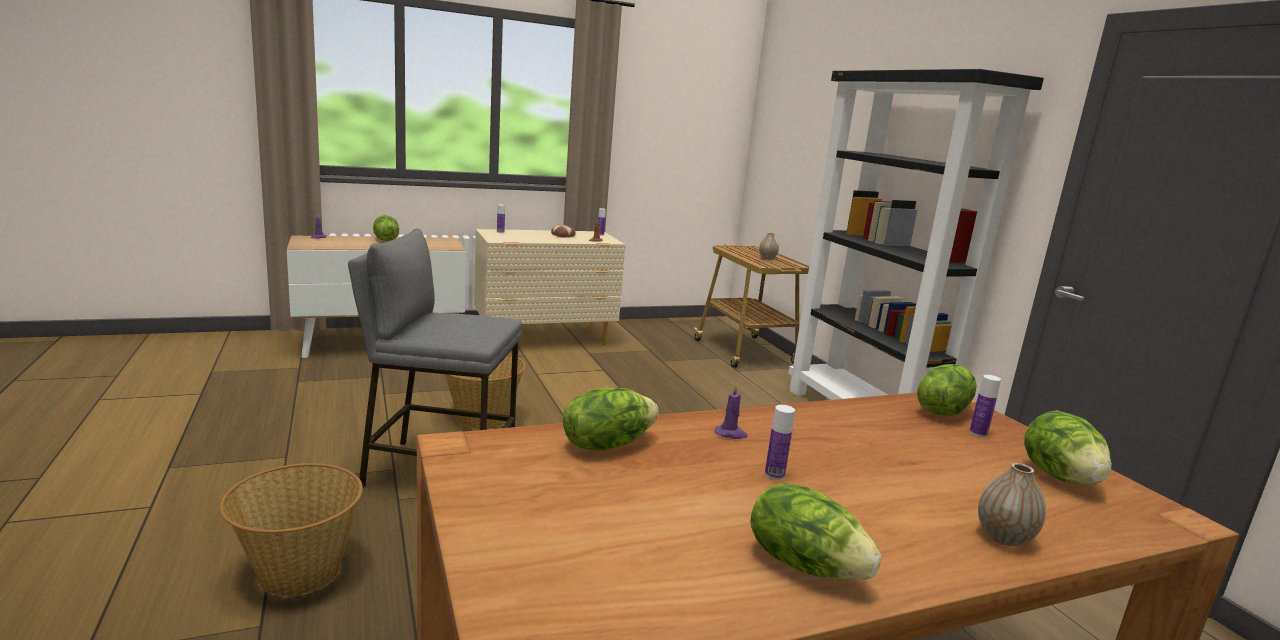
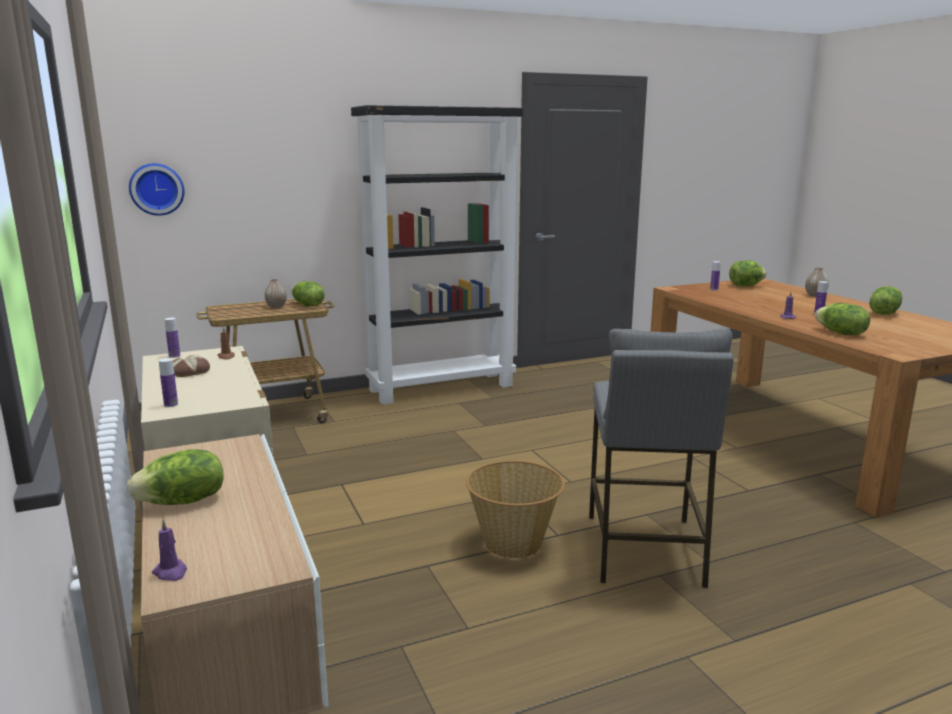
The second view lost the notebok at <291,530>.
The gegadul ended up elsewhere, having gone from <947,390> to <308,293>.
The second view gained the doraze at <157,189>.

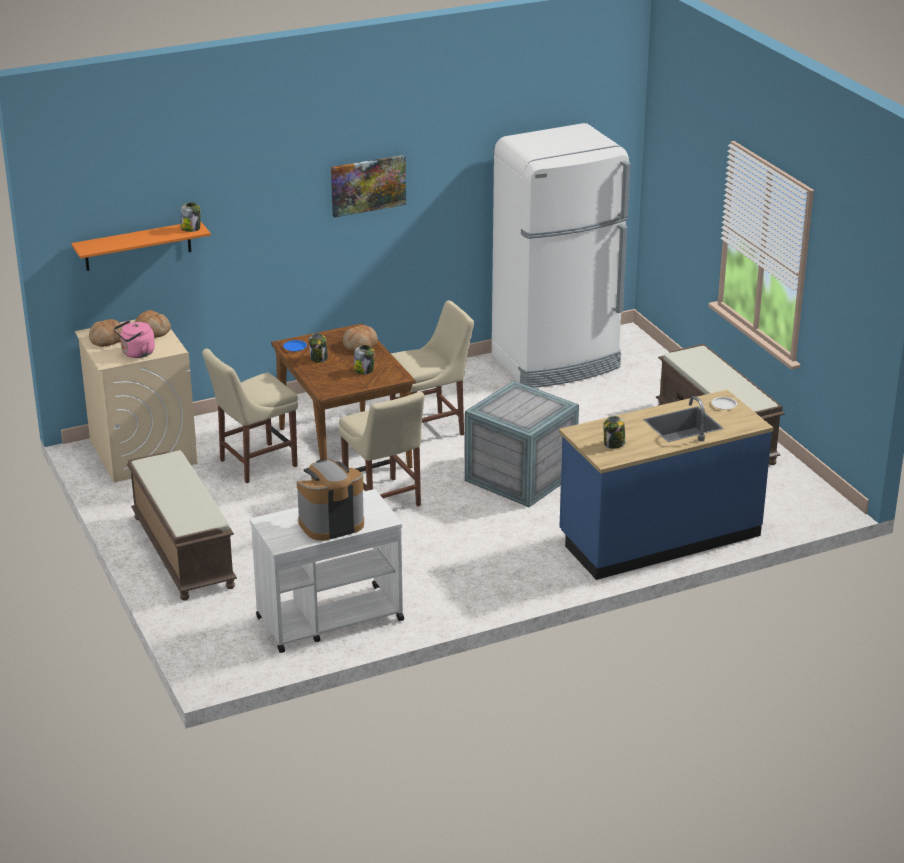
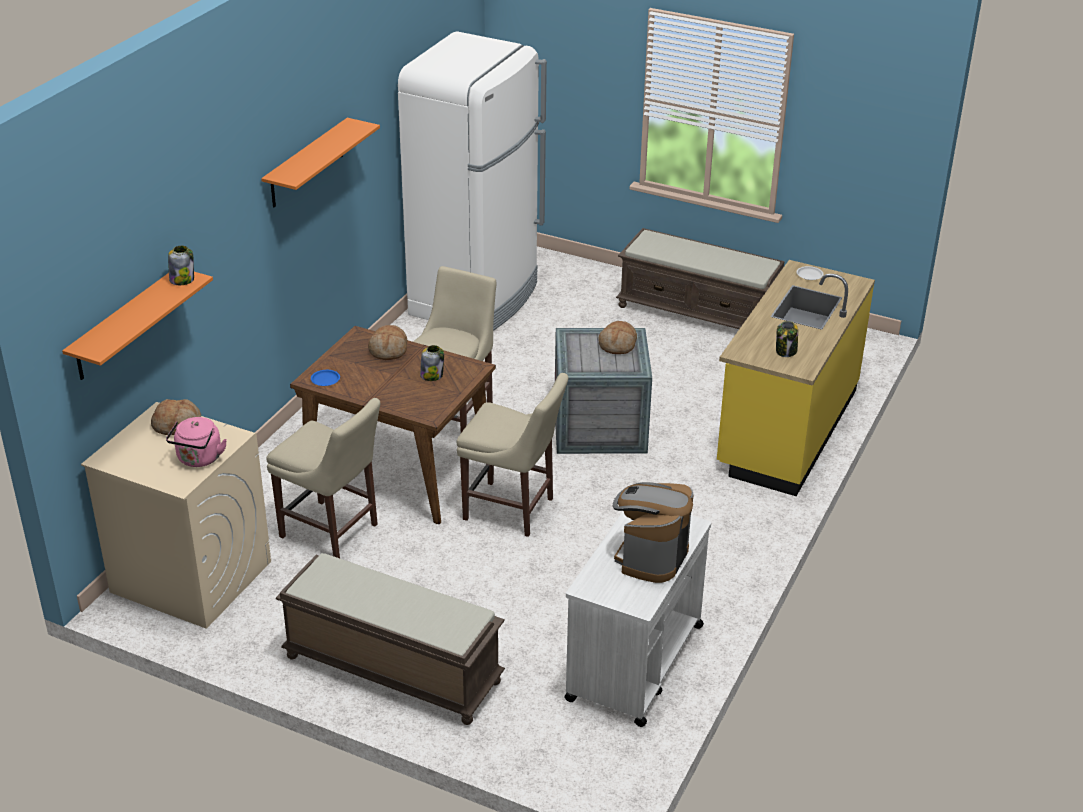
The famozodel ended up elsewhere, having gone from <106,333> to <617,337>.
The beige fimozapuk at <250,416> ended up facing another way, 75 degrees counterclockwise from before.
The second view lost the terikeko at <318,348>.
Where the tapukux hung at <368,186>, the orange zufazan came to hang at <320,162>.
What was the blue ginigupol at <666,485> turned into the yellow ginigupol at <796,378>.

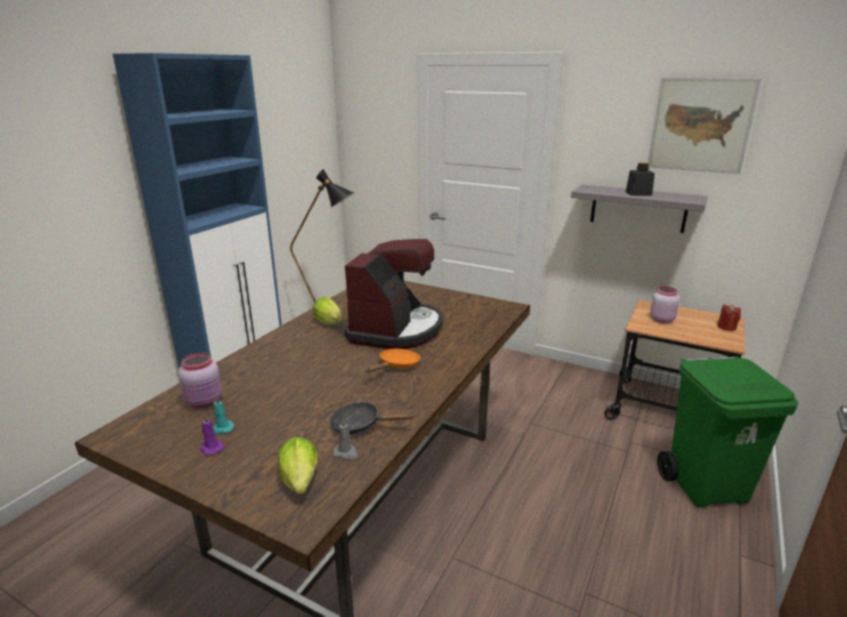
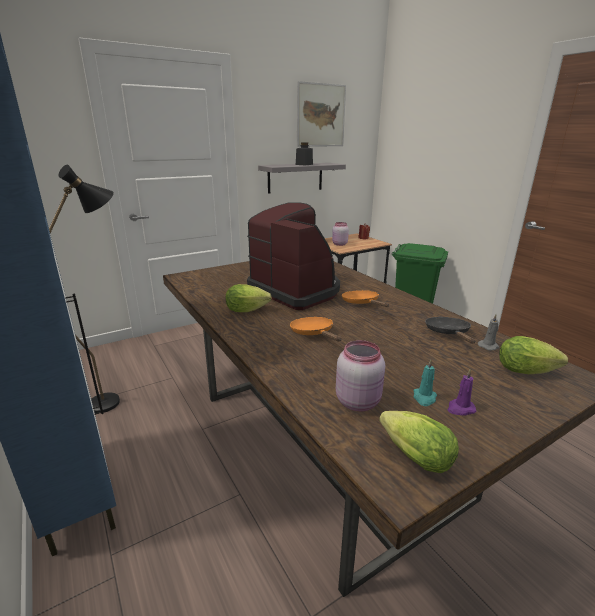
The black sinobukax at <372,418> ended up facing another way, 135 degrees clockwise from before.
The second view gained the orange sinobukax at <315,329>.
The second view gained the gegadul at <419,442>.

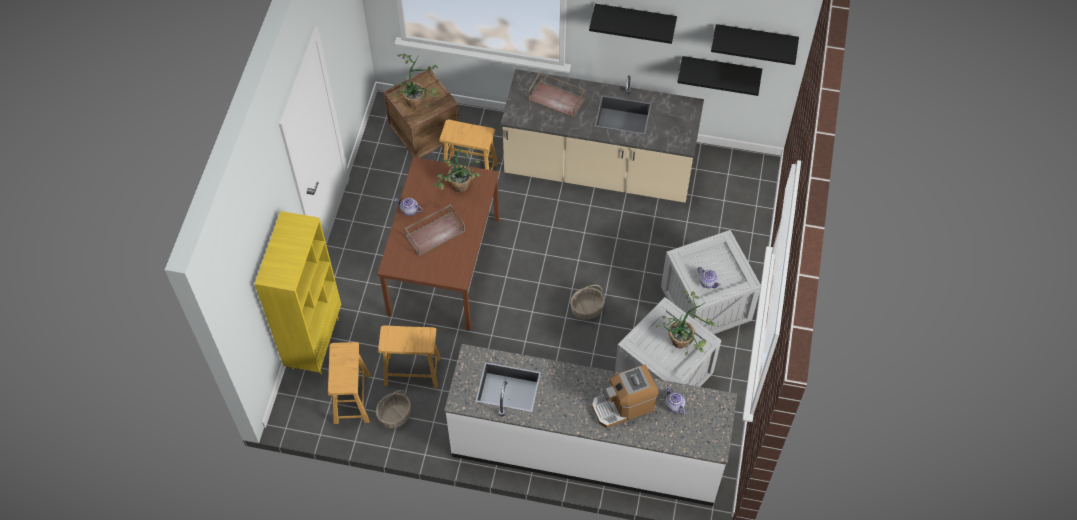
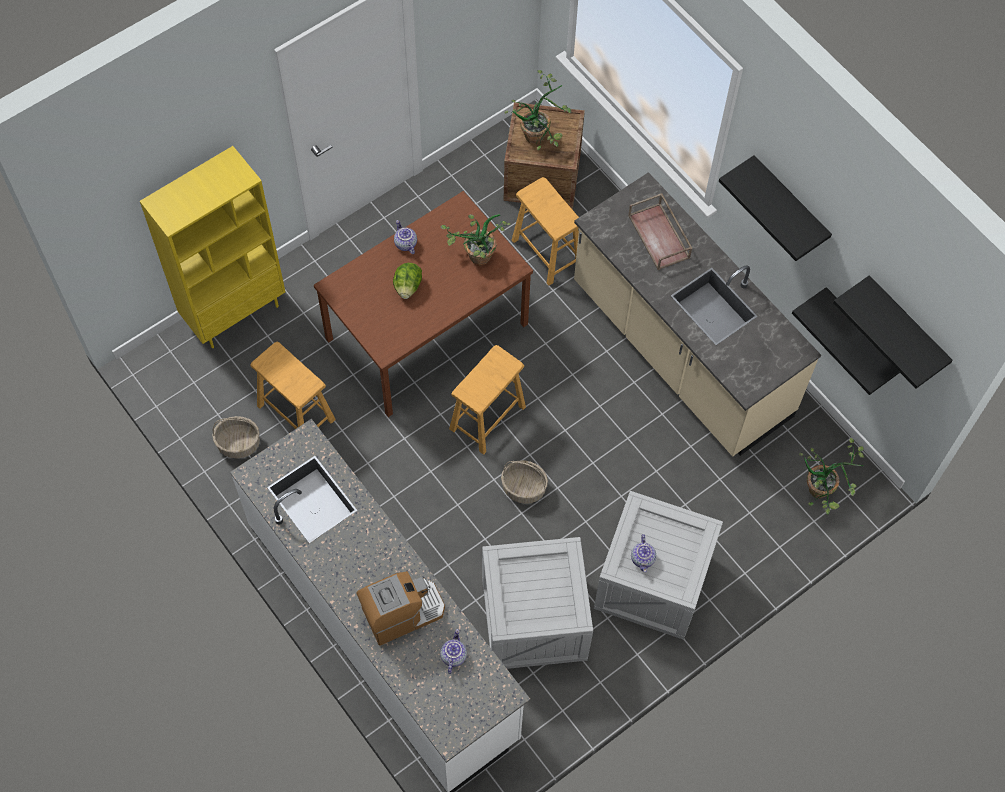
The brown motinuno ended up elsewhere, having gone from <349,383> to <487,399>.
Where the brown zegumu stood at <434,230>, the gegadul came to stand at <407,281>.
The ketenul at <625,396> ended up facing another way, 135 degrees clockwise from before.
The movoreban ended up elsewhere, having gone from <685,323> to <831,476>.

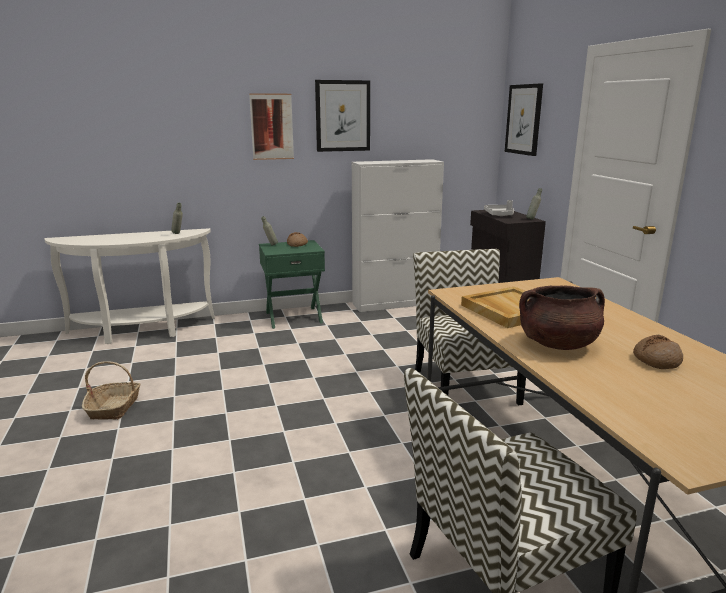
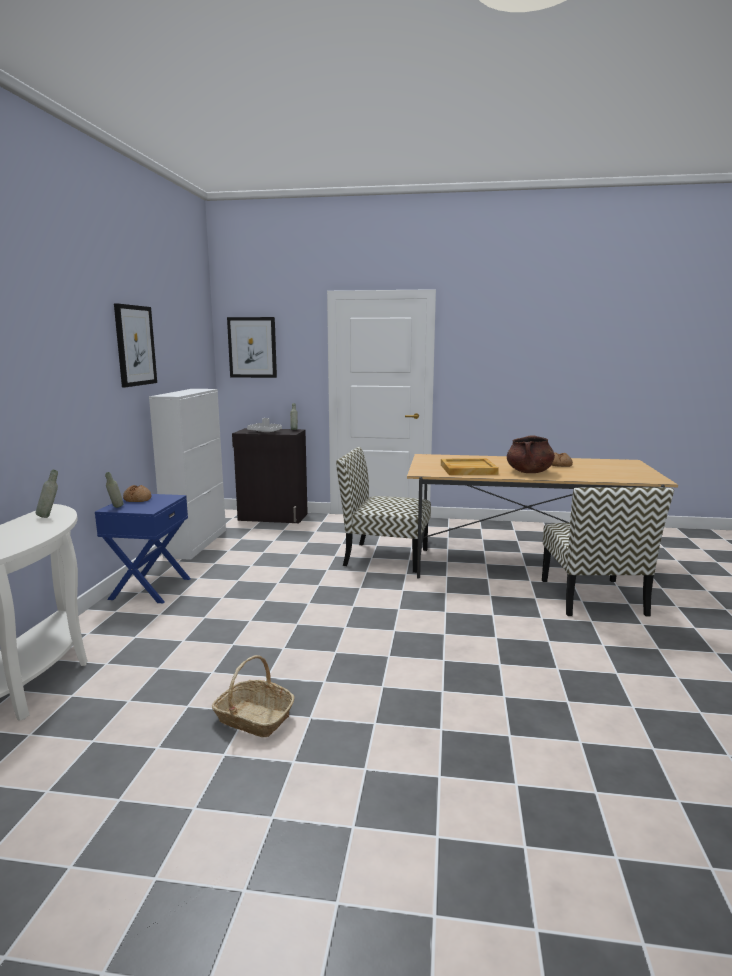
The second view lost the tapukux at <271,126>.
What was the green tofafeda at <292,284> turned into the blue tofafeda at <143,548>.

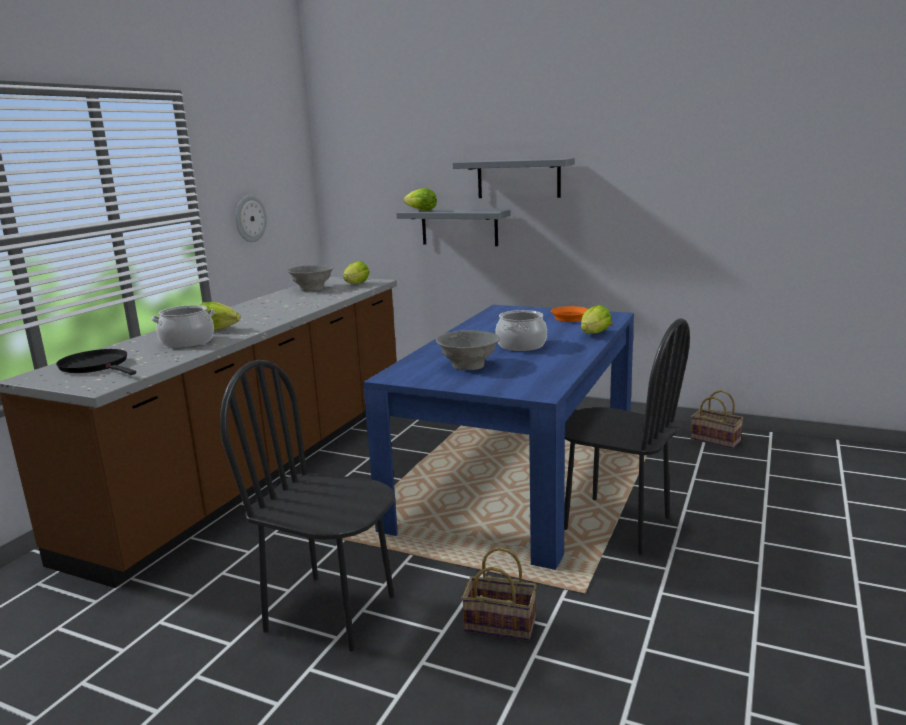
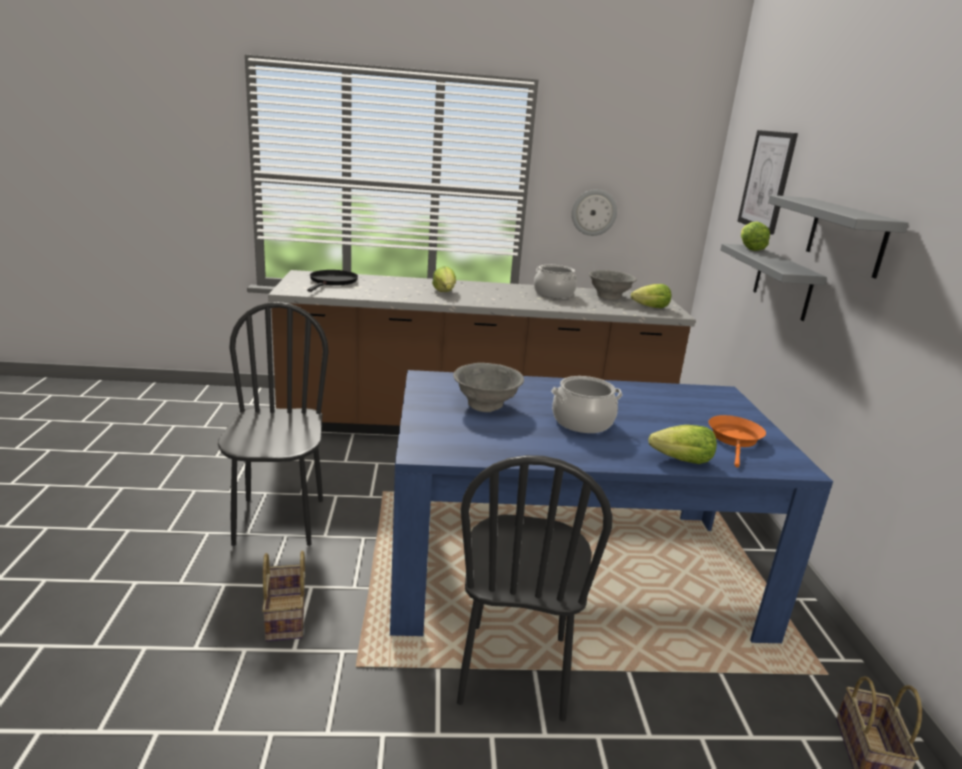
The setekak ended up elsewhere, having gone from <183,326> to <555,281>.
The second view gained the tapukux at <768,182>.

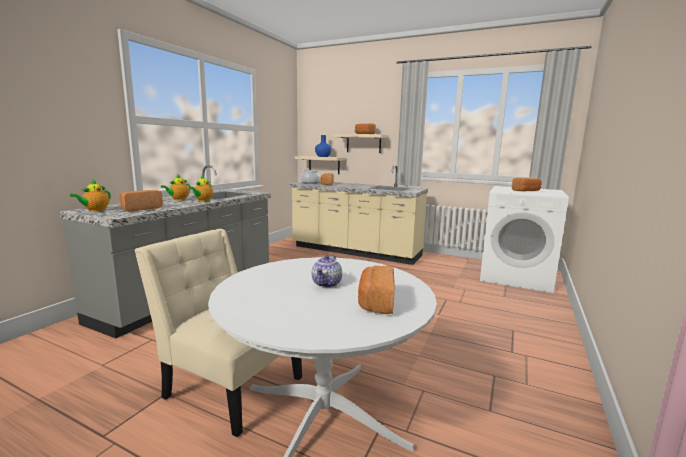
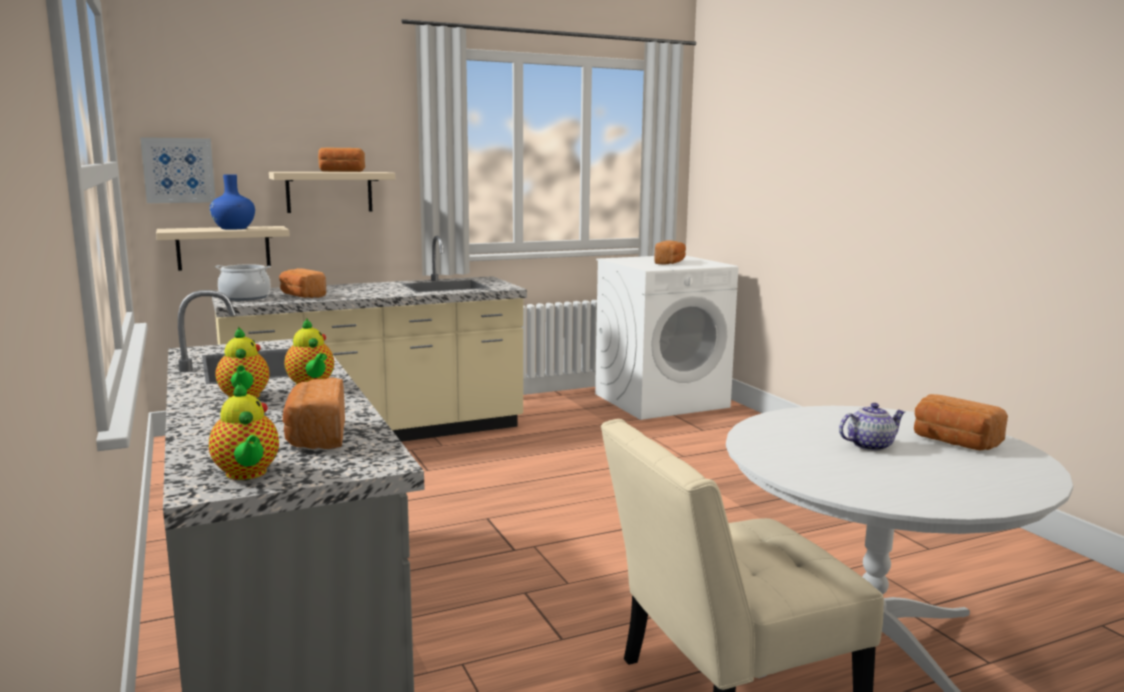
The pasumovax at <327,271> ended up facing another way, 75 degrees counterclockwise from before.
The second view gained the tapukux at <177,170>.

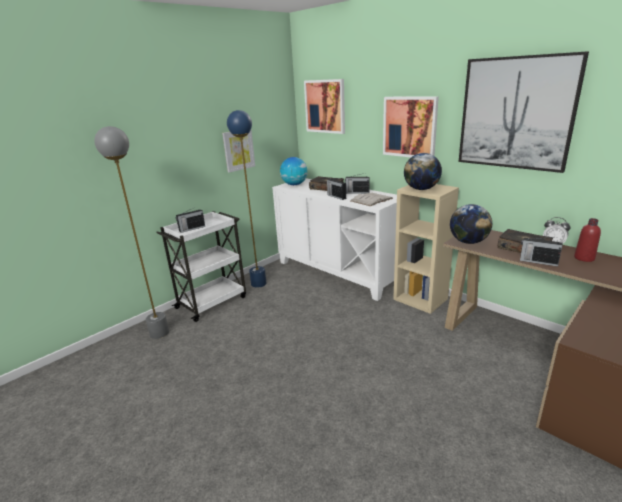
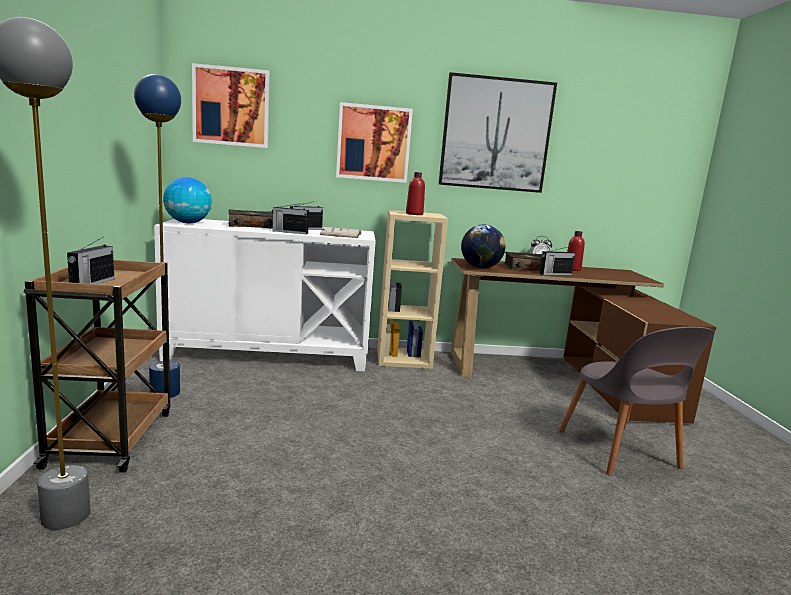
What was the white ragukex at <201,266> turned into the brown ragukex at <97,366>.
The second view lost the tapukux at <238,151>.
Where the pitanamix stood at <423,171>, the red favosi came to stand at <415,193>.
The second view gained the grey fimozapuk at <636,401>.

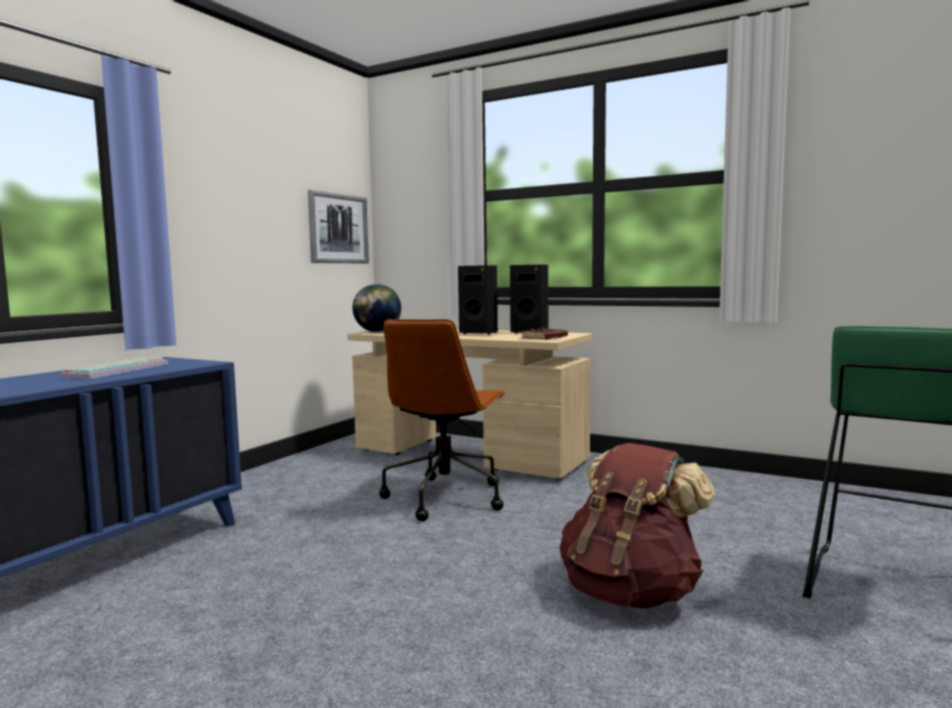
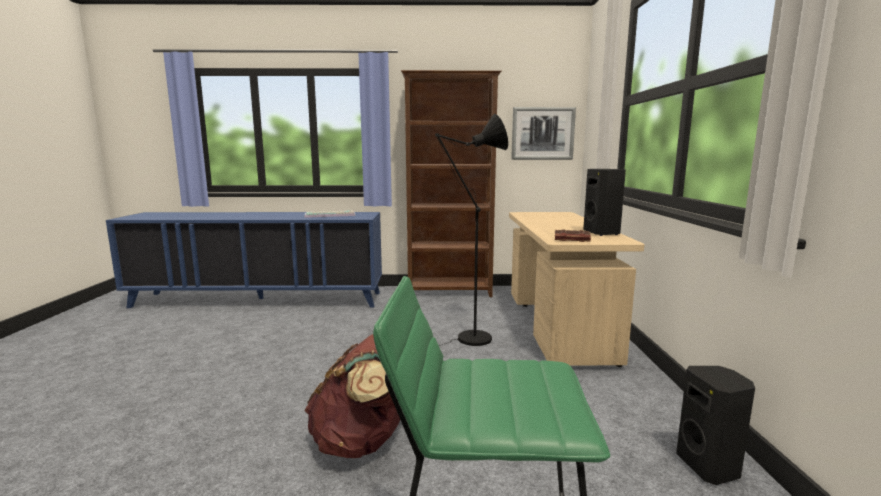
The second view lost the pitanamix at <376,308>.
Where the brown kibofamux stood at <442,420>, the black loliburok came to stand at <471,230>.
The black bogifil ended up elsewhere, having gone from <478,300> to <715,425>.
The second view gained the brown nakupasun at <451,183>.

